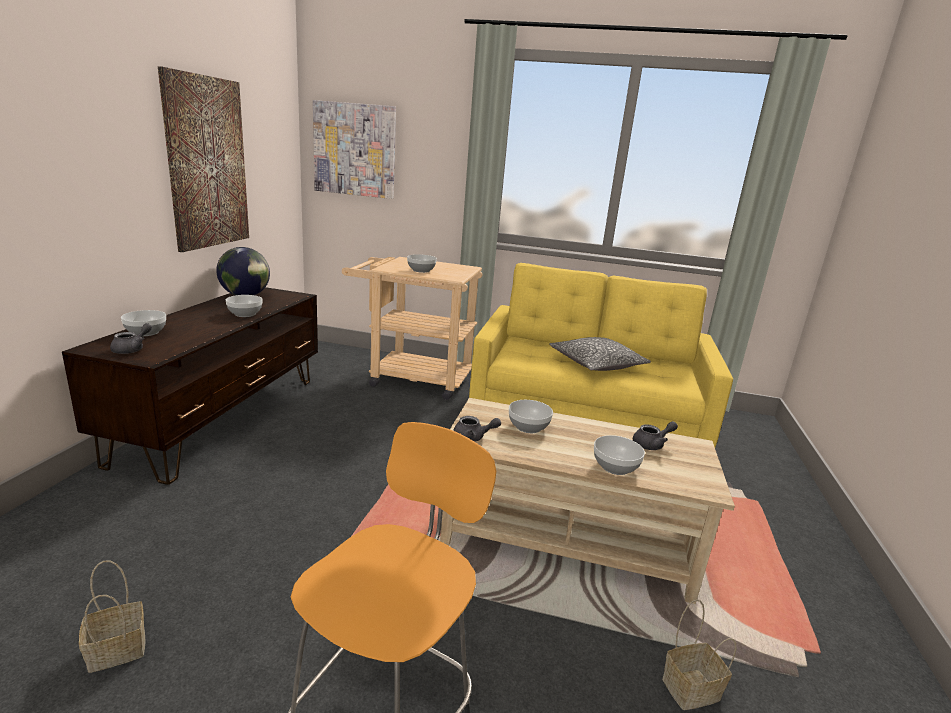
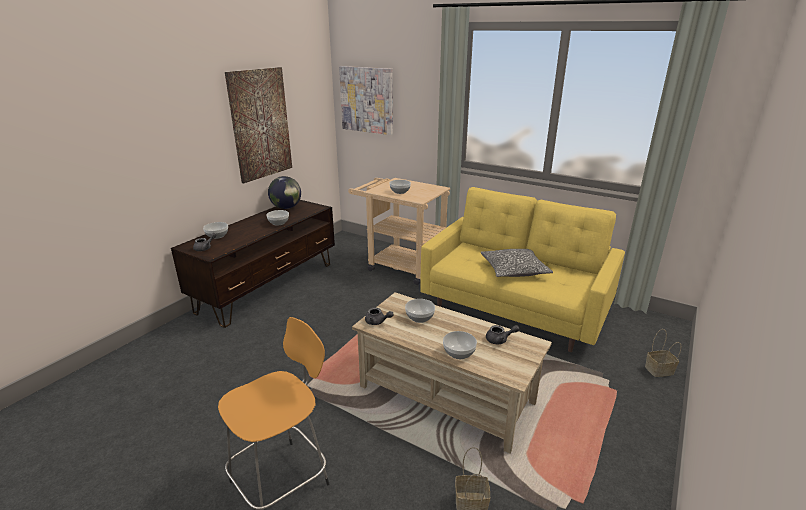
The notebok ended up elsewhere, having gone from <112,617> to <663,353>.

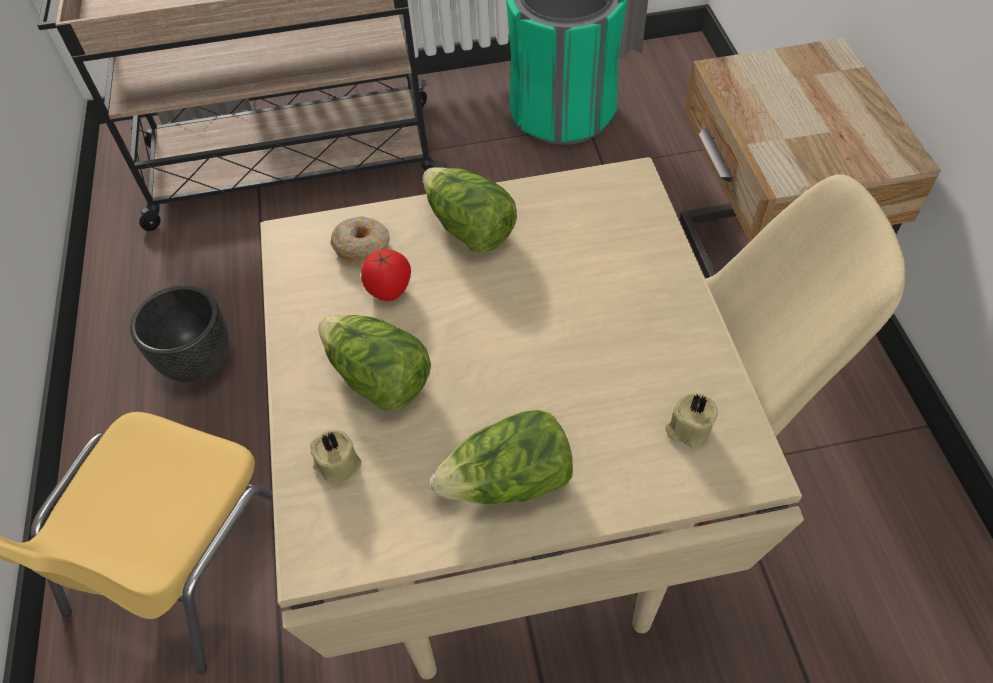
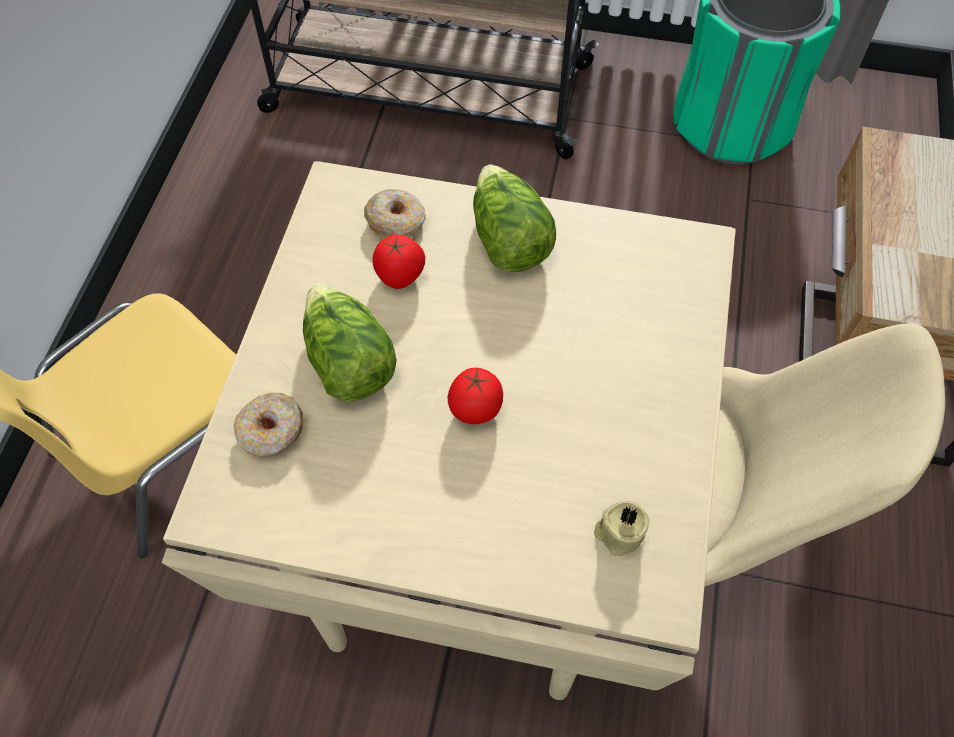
The second view lost the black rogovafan at <180,333>.
Where the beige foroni stood at <335,457>, the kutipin came to stand at <268,425>.
The second view lost the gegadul at <501,457>.
The second view gained the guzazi at <475,395>.

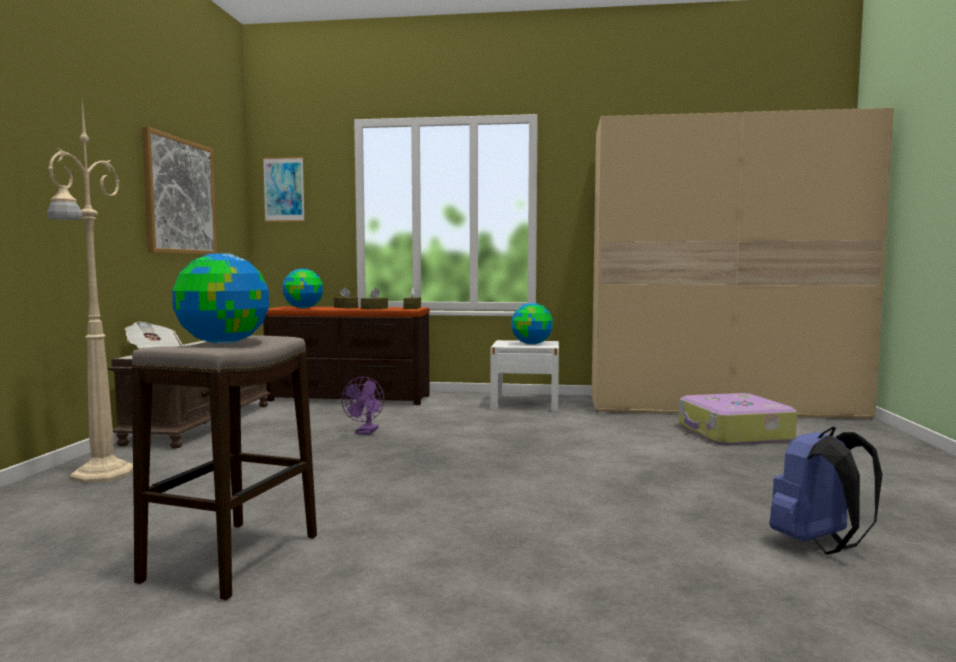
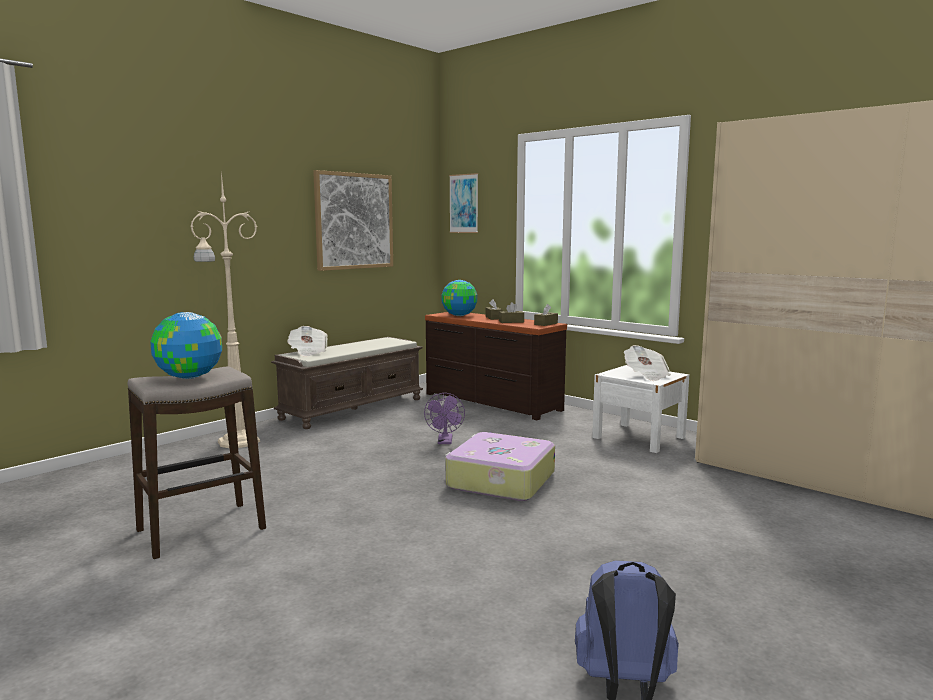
The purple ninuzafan at <362,406> ended up facing another way, 45 degrees counterclockwise from before.
Where the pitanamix stood at <532,324>, the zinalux came to stand at <647,363>.
The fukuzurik ended up elsewhere, having gone from <738,419> to <500,466>.

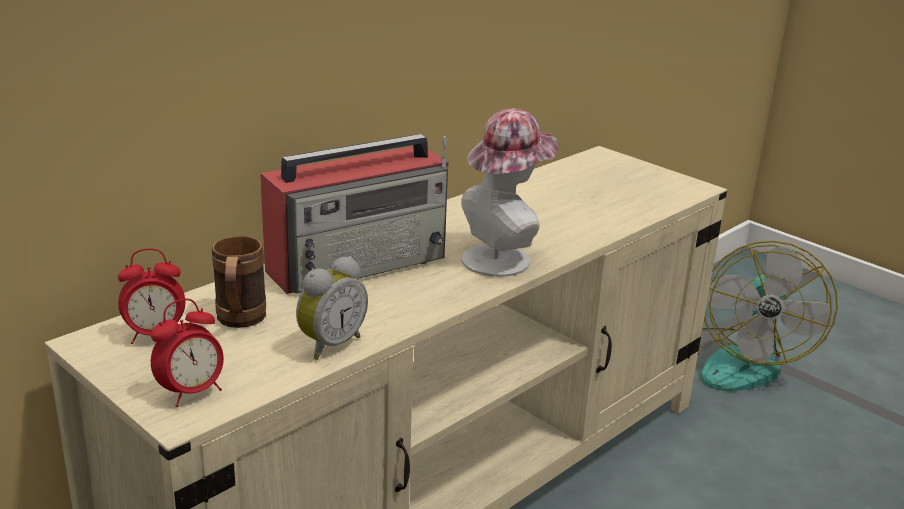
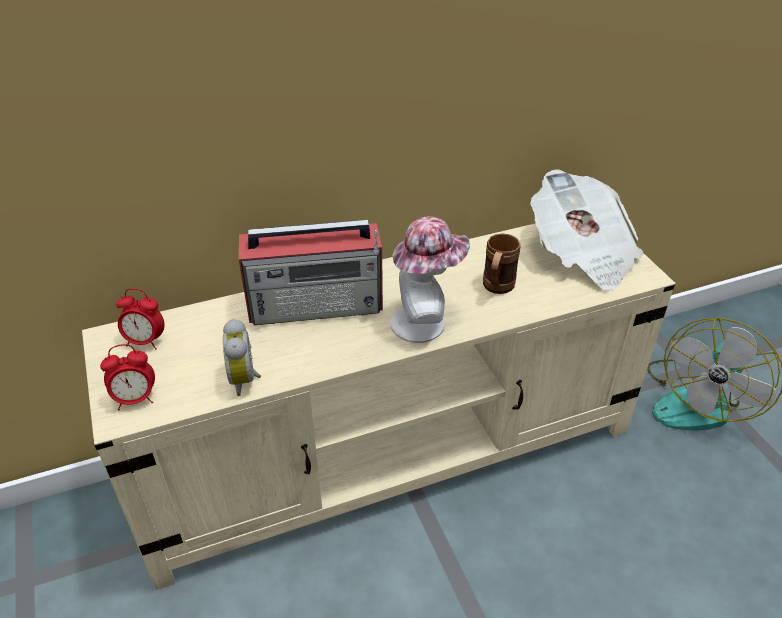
The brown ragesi ended up elsewhere, having gone from <239,281> to <502,264>.
The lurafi at <332,308> ended up facing another way, 105 degrees clockwise from before.
The second view gained the zinalux at <587,230>.

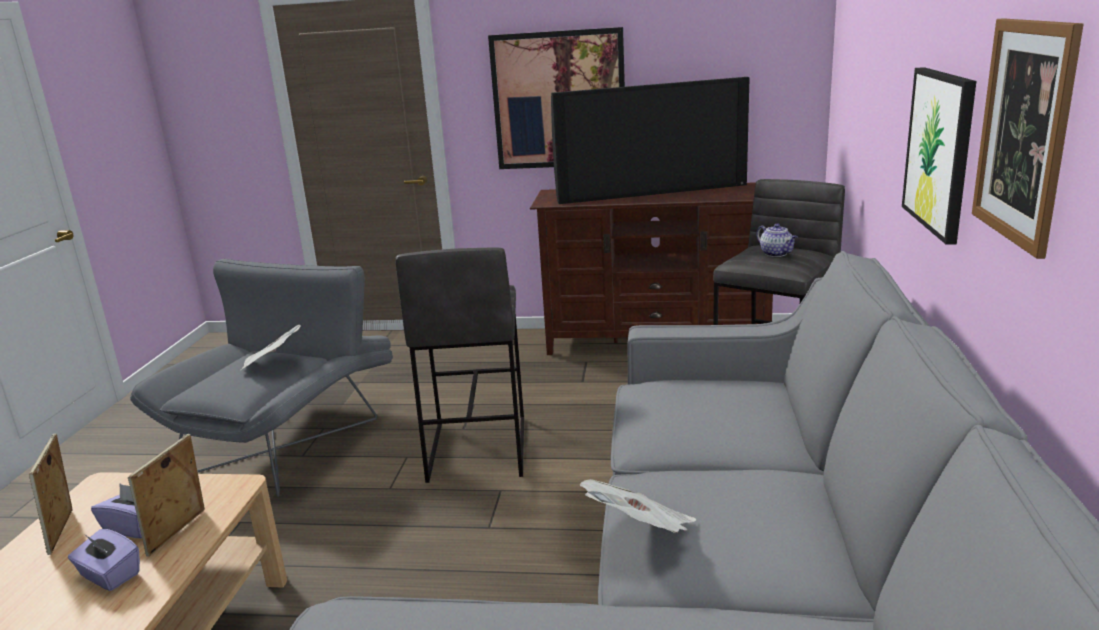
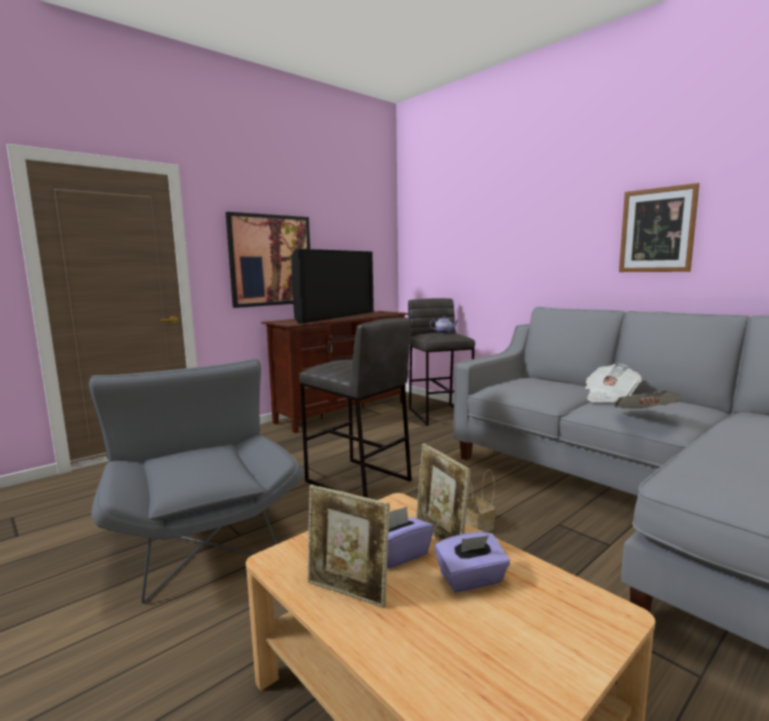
The zinalux ended up elsewhere, having gone from <271,347> to <613,383>.
The second view lost the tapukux at <939,156>.
The second view gained the notebok at <480,500>.

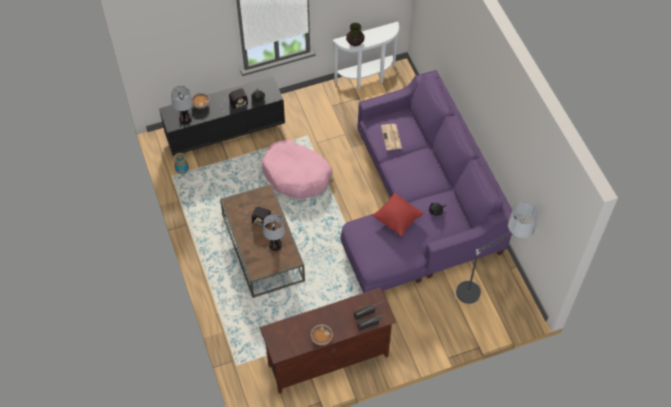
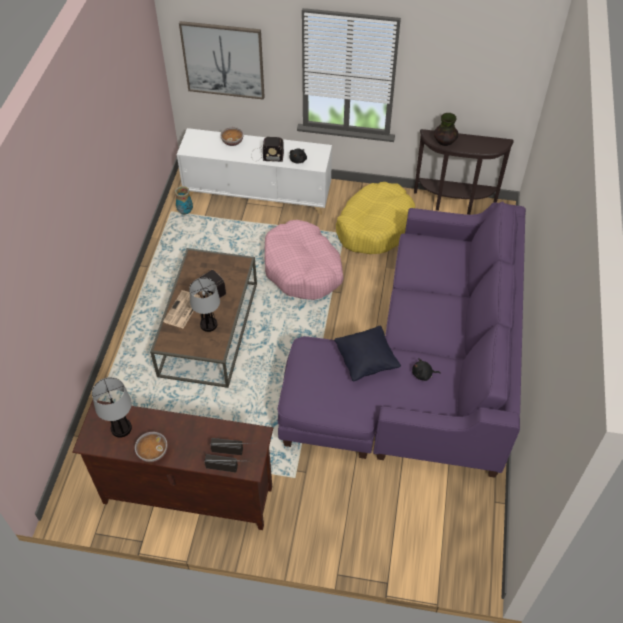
What was the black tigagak at <222,116> turned into the white tigagak at <254,171>.
The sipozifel ended up elsewhere, having gone from <182,105> to <112,407>.
What was the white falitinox at <366,56> turned into the brown falitinox at <464,172>.
What was the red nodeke at <397,215> turned into the black nodeke at <367,354>.
The zinalux ended up elsewhere, having gone from <391,137> to <182,309>.
The second view lost the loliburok at <496,253>.
The second view gained the tapukux at <222,60>.
The second view gained the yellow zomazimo at <375,218>.

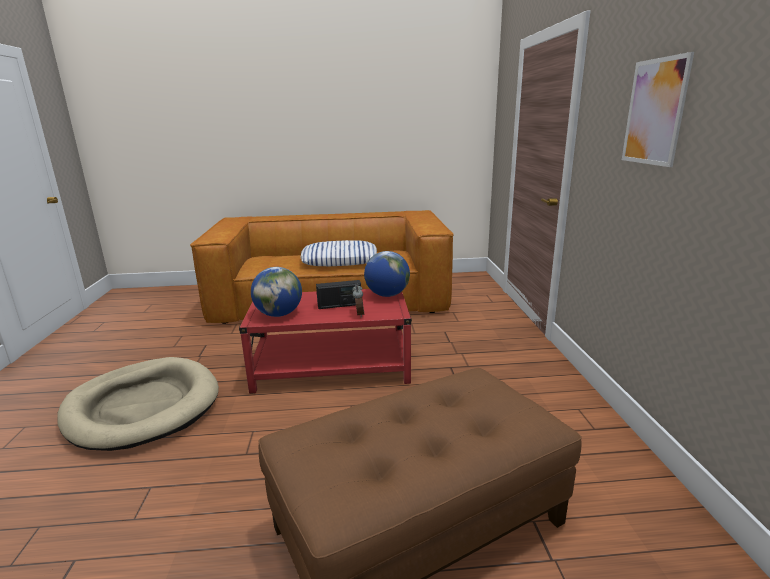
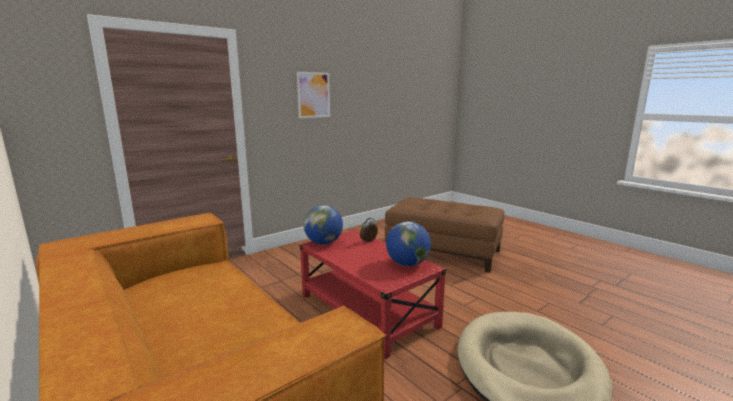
The second view lost the nodeke at <338,253>.
The second view lost the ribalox at <338,294>.

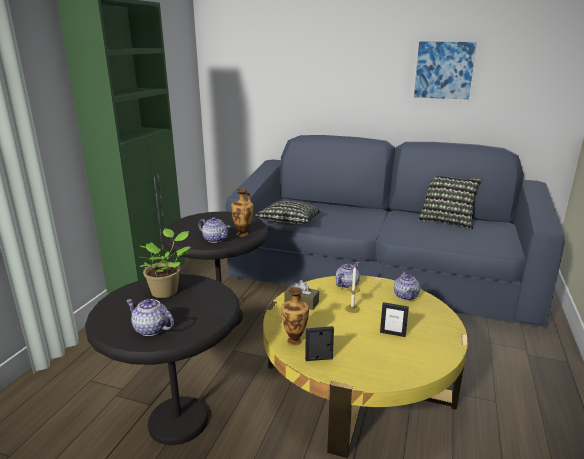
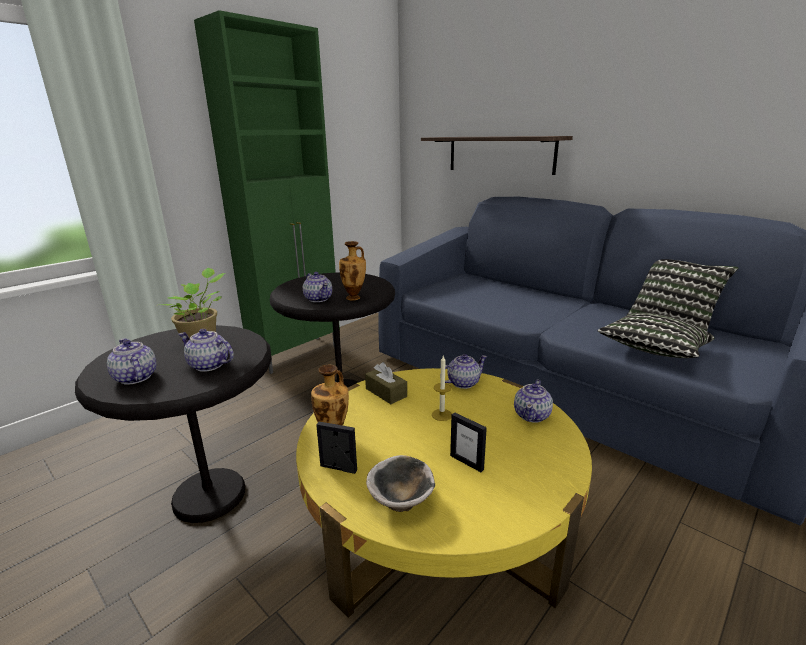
The nodeke ended up elsewhere, having gone from <288,213> to <656,335>.
The second view lost the tapukux at <446,70>.
The second view gained the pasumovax at <206,350>.
The second view gained the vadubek at <400,483>.
The second view gained the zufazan at <497,155>.

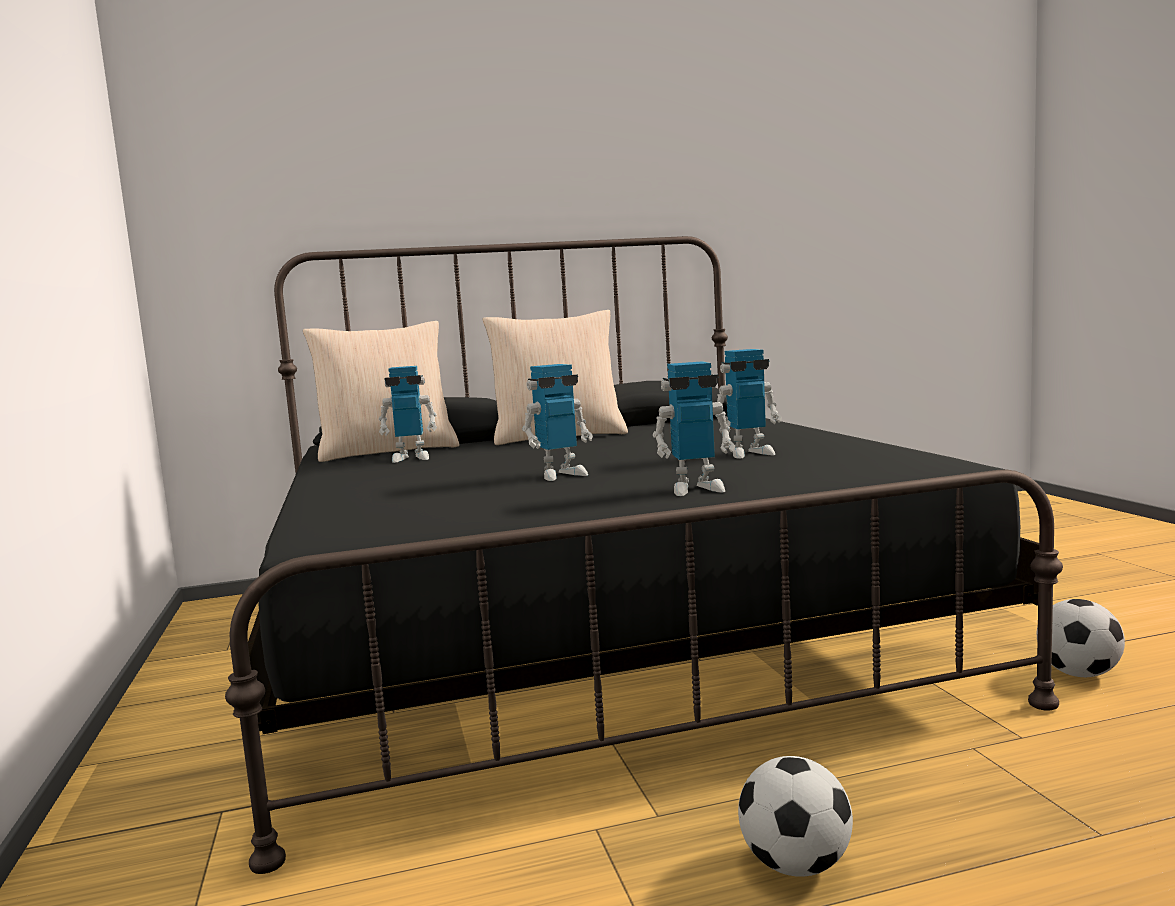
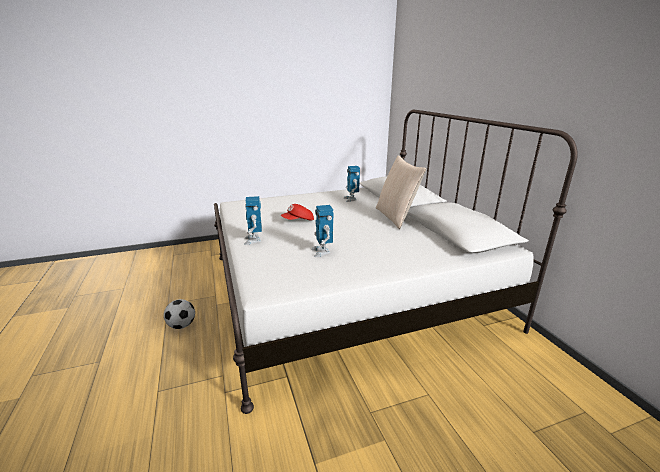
What was the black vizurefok at <644,555> turned into the white vizurefok at <396,262>.
The second view lost the beige nodeke at <381,391>.
Where the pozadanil stood at <557,422>, the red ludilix came to stand at <297,212>.
The second view lost the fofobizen at <1081,638>.

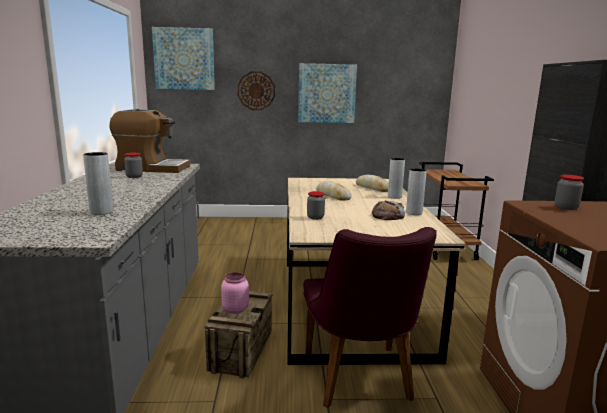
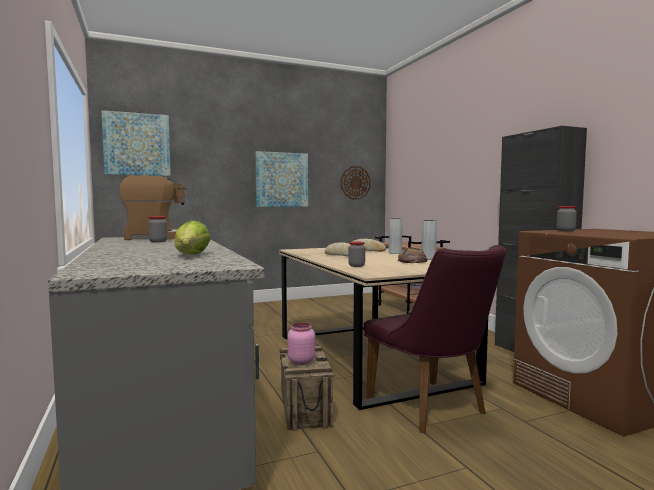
Where the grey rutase stood at <98,183>, the gegadul came to stand at <193,237>.
The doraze ended up elsewhere, having gone from <256,90> to <356,182>.

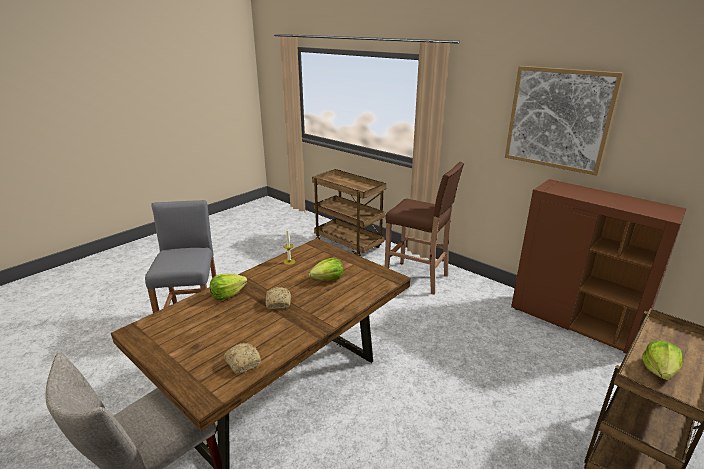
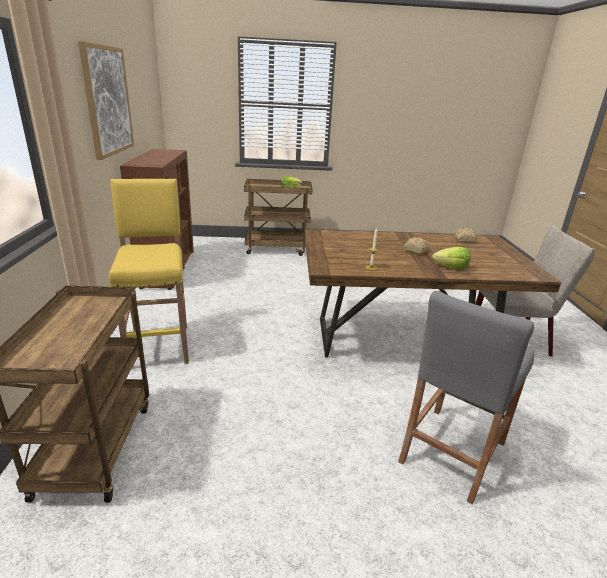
The second view lost the gegadul at <325,269>.
What was the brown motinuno at <424,228> turned into the yellow motinuno at <149,271>.

